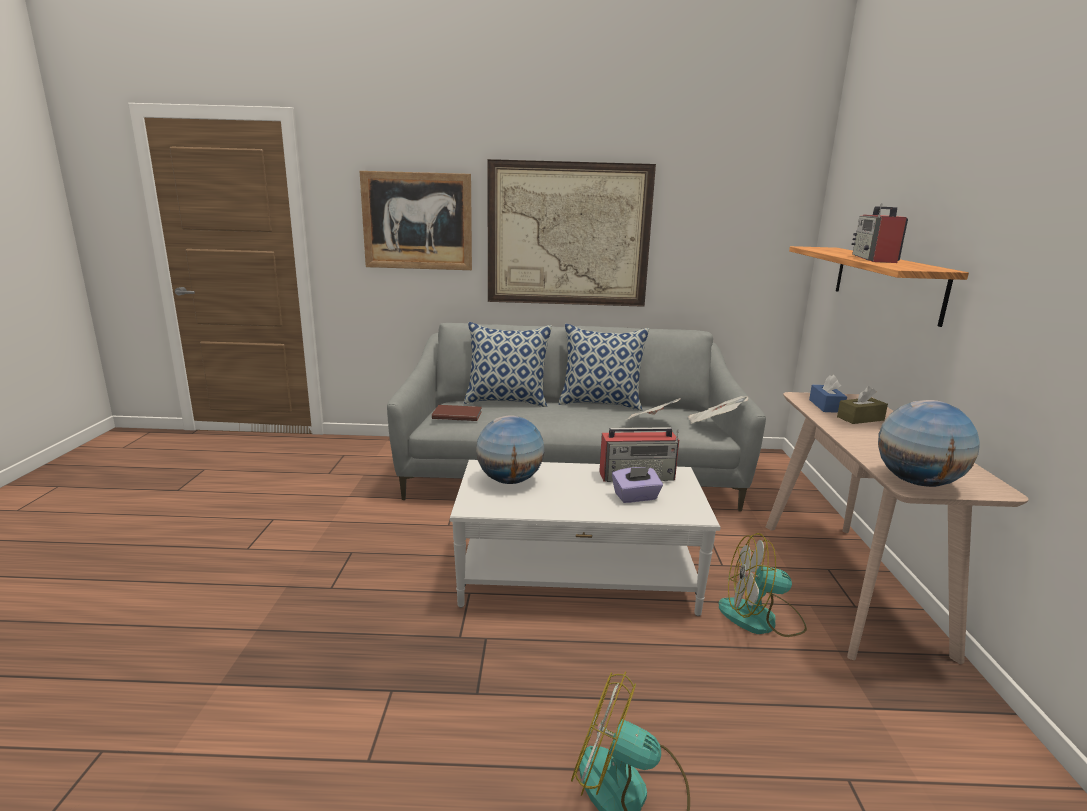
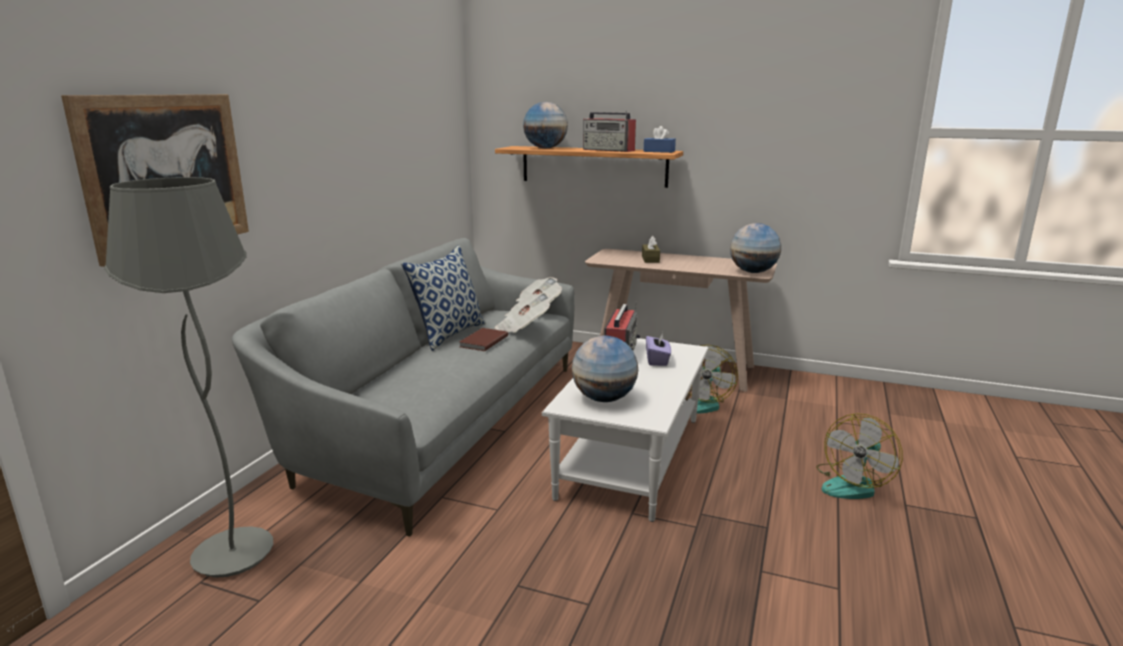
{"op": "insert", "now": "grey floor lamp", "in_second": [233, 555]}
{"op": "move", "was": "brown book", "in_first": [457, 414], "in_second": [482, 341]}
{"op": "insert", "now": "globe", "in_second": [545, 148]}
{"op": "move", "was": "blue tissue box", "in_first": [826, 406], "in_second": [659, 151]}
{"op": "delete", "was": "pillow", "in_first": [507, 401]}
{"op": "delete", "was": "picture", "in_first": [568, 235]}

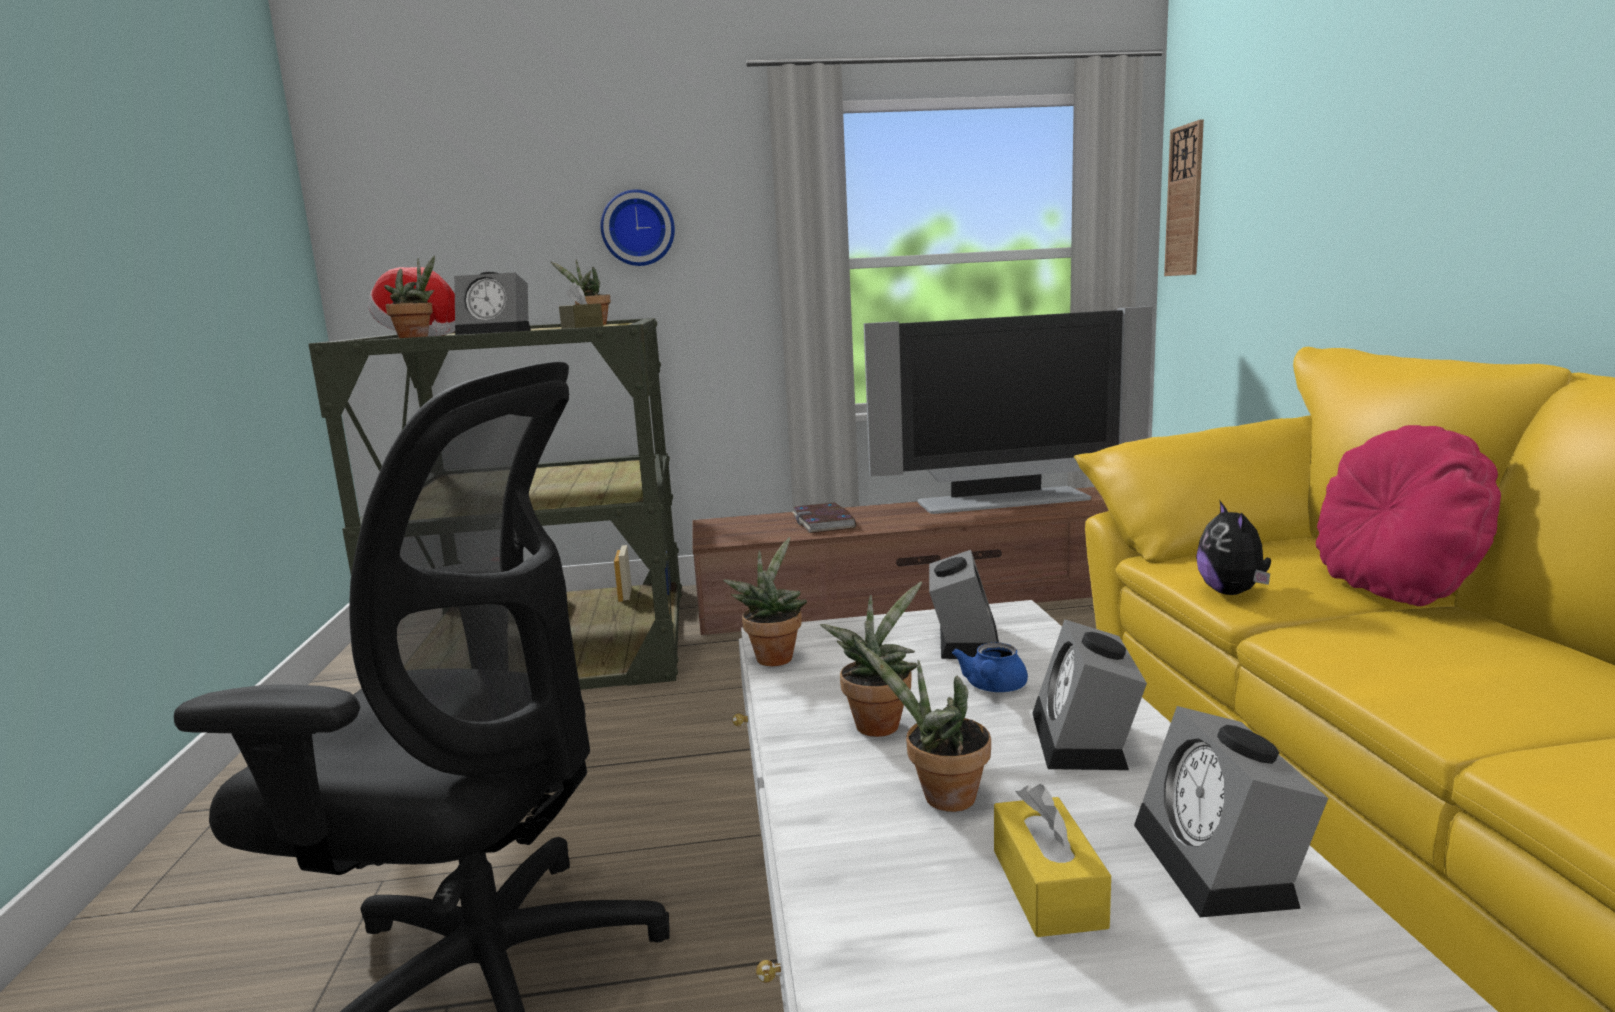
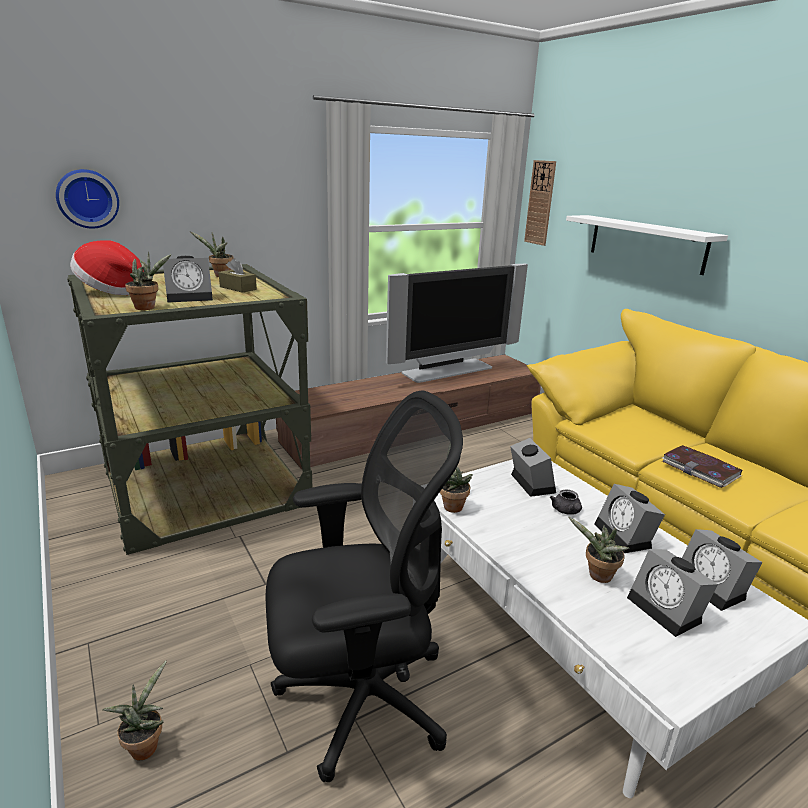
{"op": "move", "was": "wall clock", "in_first": [638, 228], "in_second": [87, 199]}
{"op": "move", "was": "potted plant", "in_first": [878, 722], "in_second": [145, 745]}
{"op": "recolor", "was": "blue teapot", "now": "grey teapot", "in_first": [993, 688], "in_second": [567, 511]}
{"op": "insert", "now": "white shelf", "in_second": [646, 243]}
{"op": "replace", "was": "yellow tissue box", "now": "alarm clock", "in_first": [1047, 888], "in_second": [667, 610]}
{"op": "move", "was": "book", "in_first": [823, 522], "in_second": [700, 469]}
{"op": "delete", "was": "plush toy", "in_first": [1232, 592]}
{"op": "delete", "was": "pink pillow", "in_first": [1394, 592]}

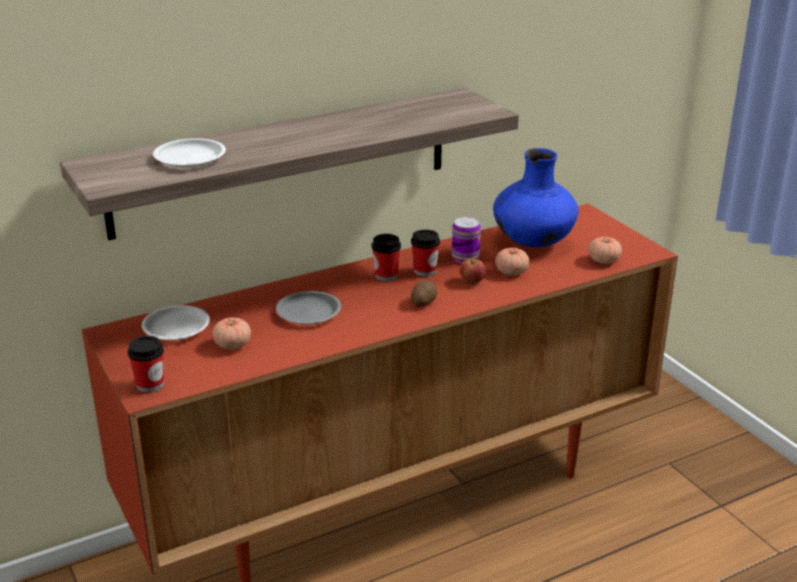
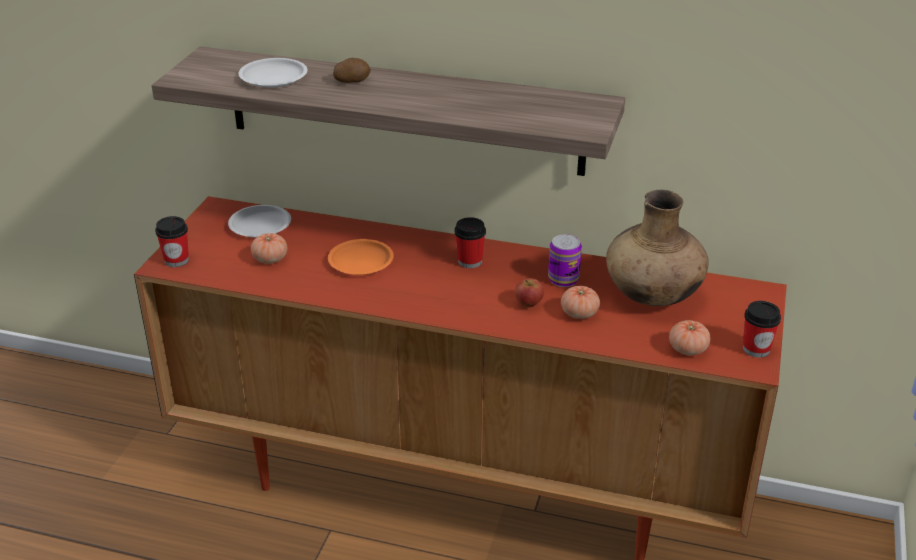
{"op": "recolor", "was": "grey plate", "now": "orange plate", "in_first": [309, 312], "in_second": [361, 262]}
{"op": "move", "was": "potato", "in_first": [423, 302], "in_second": [351, 80]}
{"op": "recolor", "was": "blue vase", "now": "brown vase", "in_first": [532, 242], "in_second": [652, 296]}
{"op": "move", "was": "cup", "in_first": [425, 271], "in_second": [756, 349]}

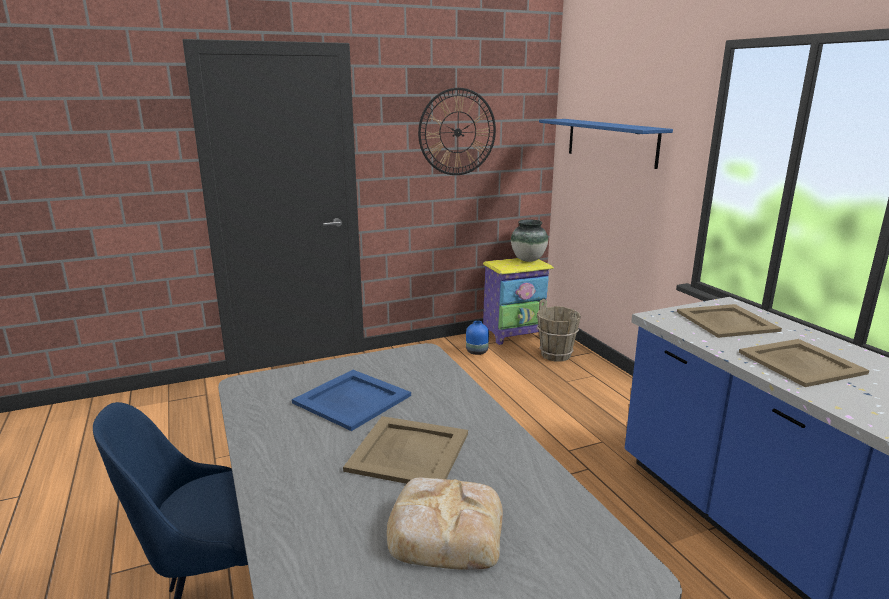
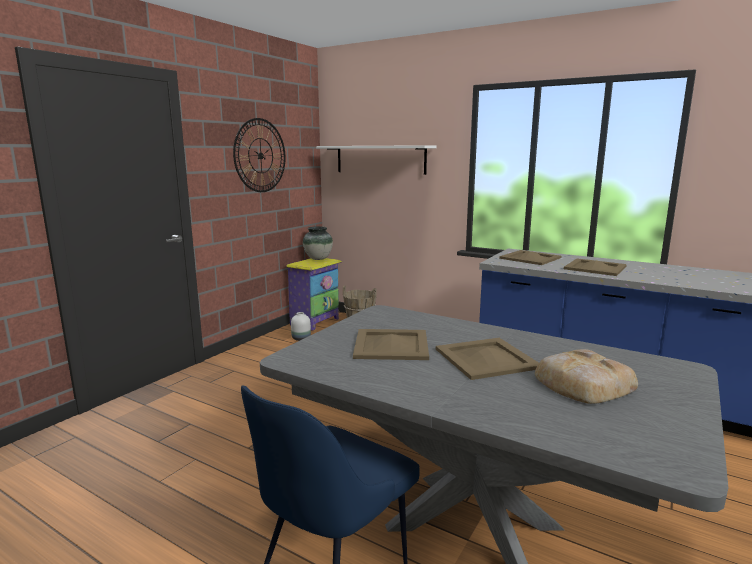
{"op": "recolor", "was": "blue vase", "now": "white vase", "in_first": [477, 351], "in_second": [301, 338]}
{"op": "recolor", "was": "blue shelf", "now": "white shelf", "in_first": [611, 142], "in_second": [380, 159]}
{"op": "recolor", "was": "blue tray", "now": "beige tray", "in_first": [353, 399], "in_second": [392, 344]}

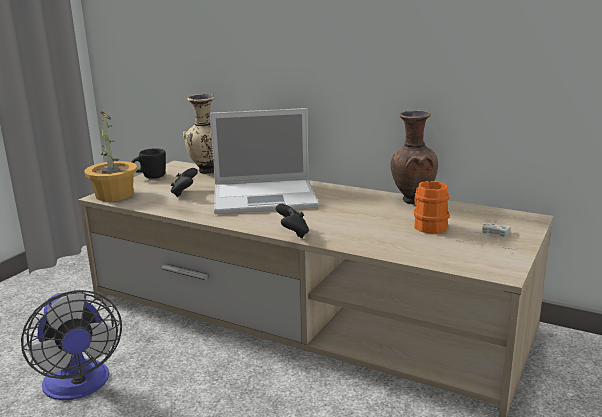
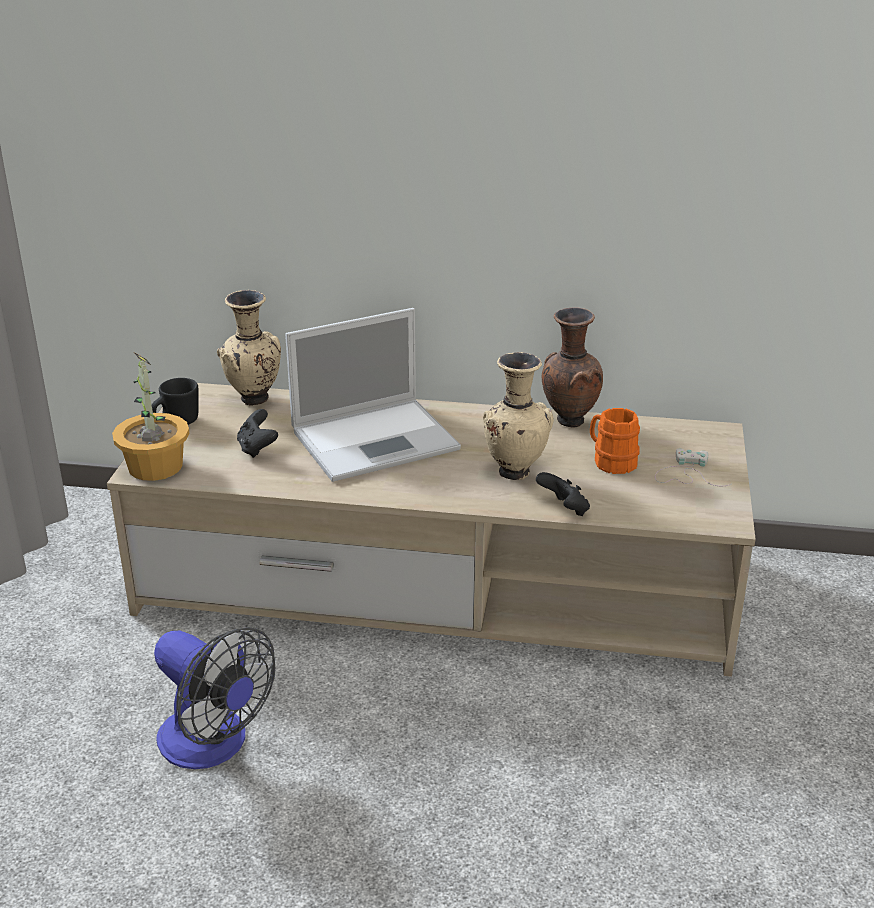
{"op": "insert", "now": "beige vase", "in_second": [515, 472]}
{"op": "move", "was": "black game controller", "in_first": [293, 233], "in_second": [564, 510]}

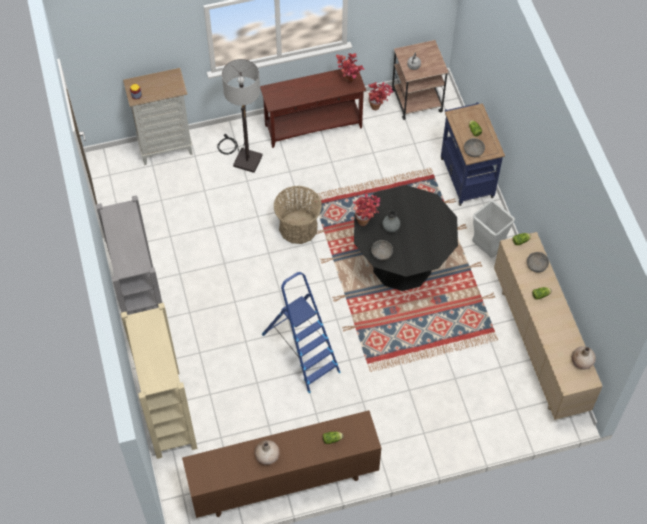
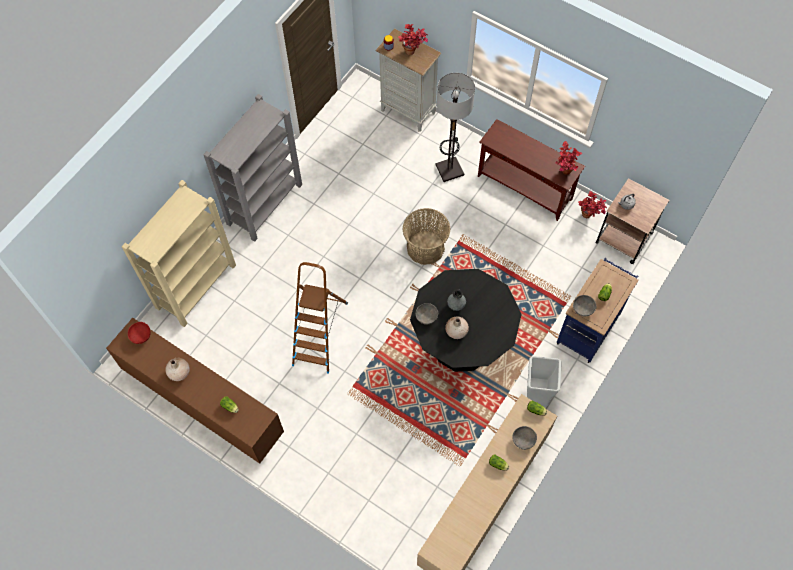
{"op": "insert", "now": "red bowl", "in_second": [141, 336]}
{"op": "recolor", "was": "blue step ladder", "now": "brown step ladder", "in_first": [301, 353], "in_second": [320, 334]}
{"op": "move", "was": "potted plant", "in_first": [366, 221], "in_second": [413, 53]}
{"op": "move", "was": "beige vase", "in_first": [581, 362], "in_second": [456, 331]}

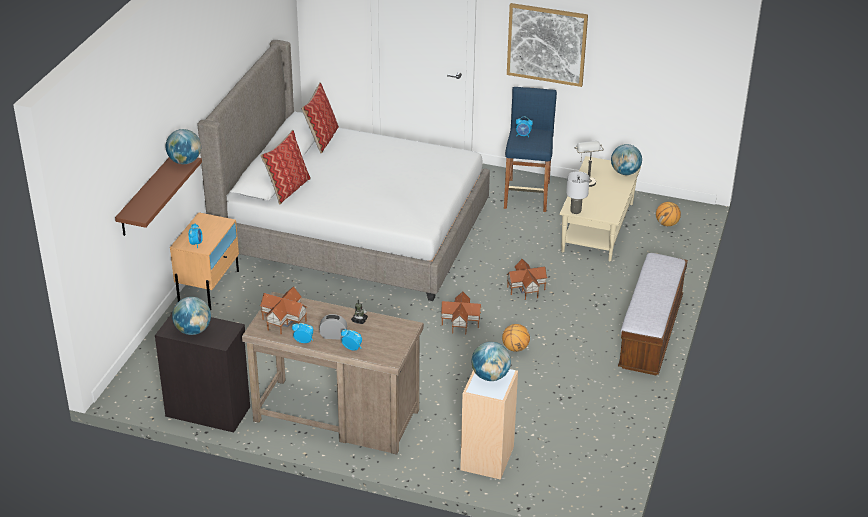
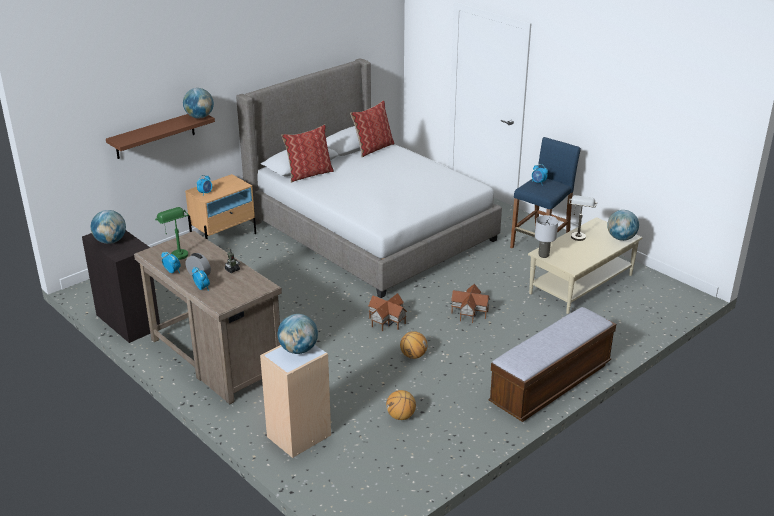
{"op": "replace", "was": "toy house", "now": "green table lamp", "in_first": [284, 321], "in_second": [176, 253]}
{"op": "move", "was": "basketball", "in_first": [667, 224], "in_second": [401, 416]}
{"op": "delete", "was": "picture", "in_first": [546, 44]}

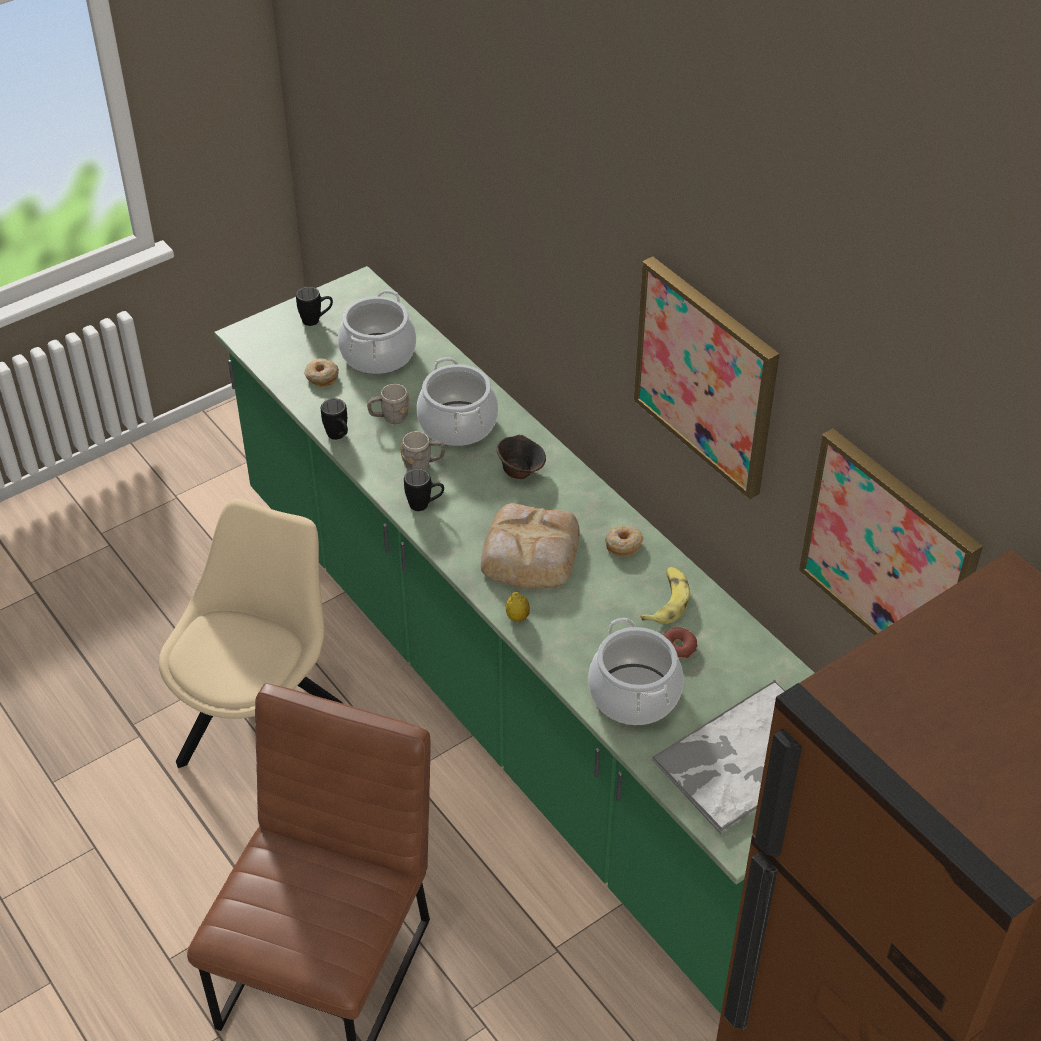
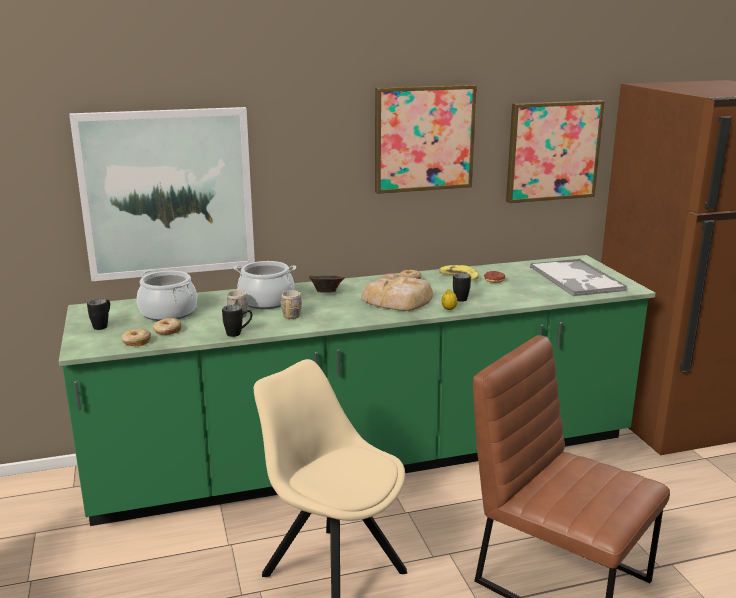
{"op": "insert", "now": "picture", "in_second": [167, 193]}
{"op": "insert", "now": "donut", "in_second": [136, 342]}
{"op": "move", "was": "black mug", "in_first": [425, 505], "in_second": [462, 298]}
{"op": "delete", "was": "cooking pot", "in_first": [634, 695]}

